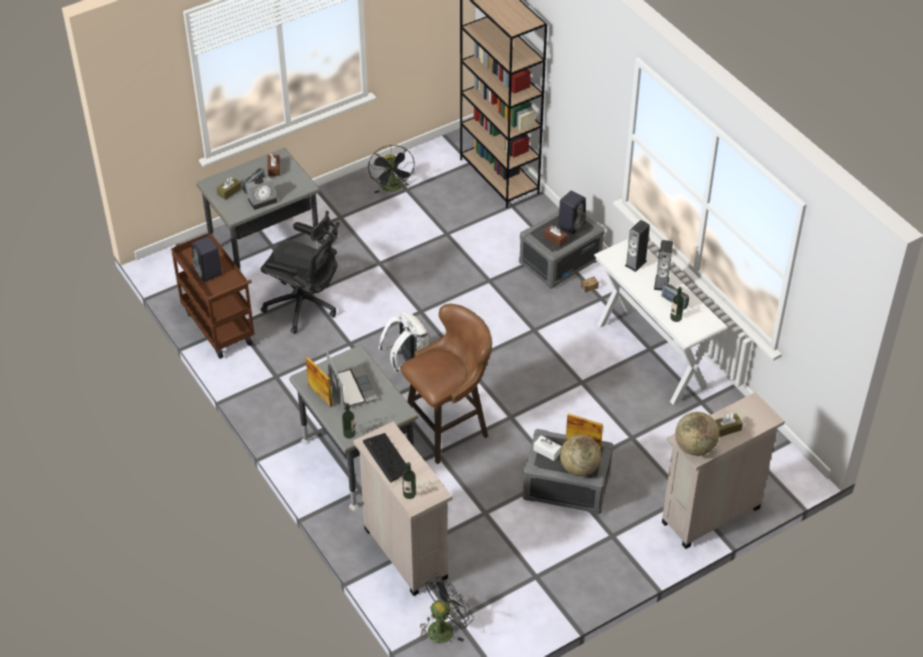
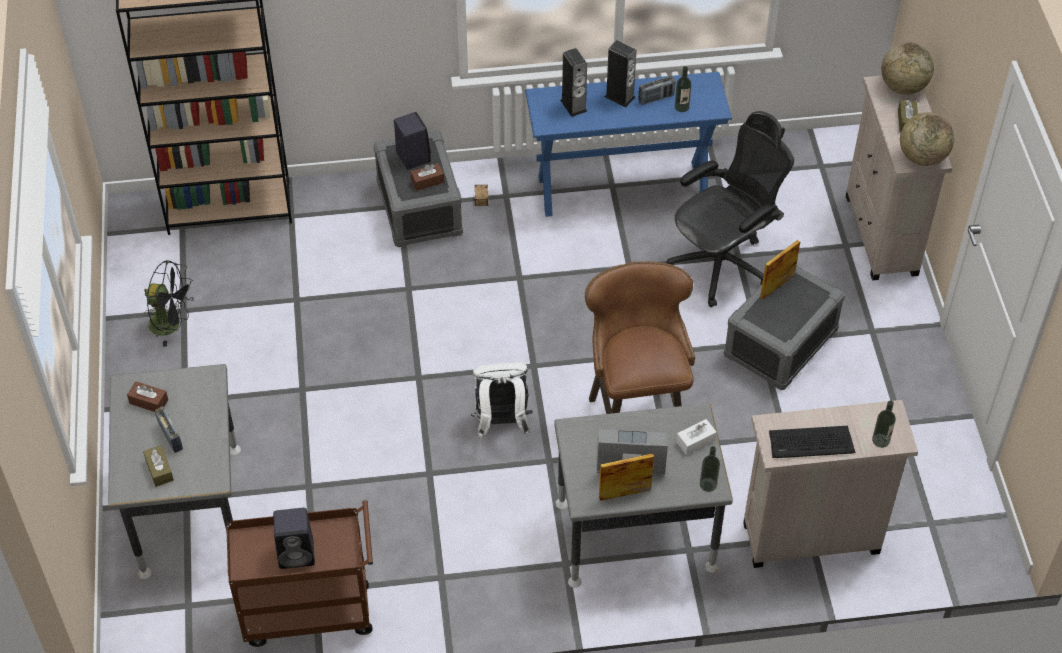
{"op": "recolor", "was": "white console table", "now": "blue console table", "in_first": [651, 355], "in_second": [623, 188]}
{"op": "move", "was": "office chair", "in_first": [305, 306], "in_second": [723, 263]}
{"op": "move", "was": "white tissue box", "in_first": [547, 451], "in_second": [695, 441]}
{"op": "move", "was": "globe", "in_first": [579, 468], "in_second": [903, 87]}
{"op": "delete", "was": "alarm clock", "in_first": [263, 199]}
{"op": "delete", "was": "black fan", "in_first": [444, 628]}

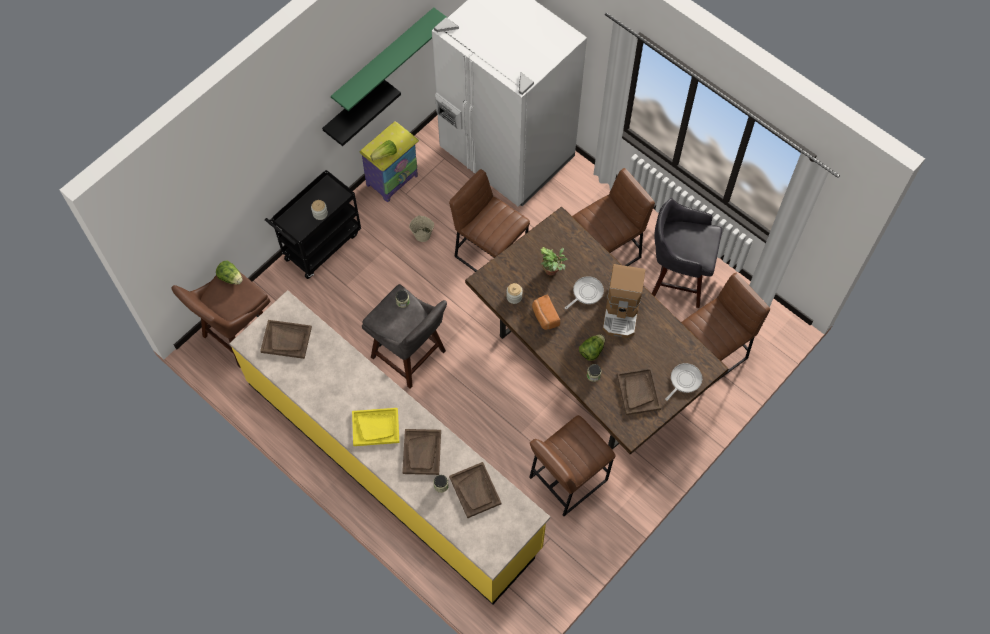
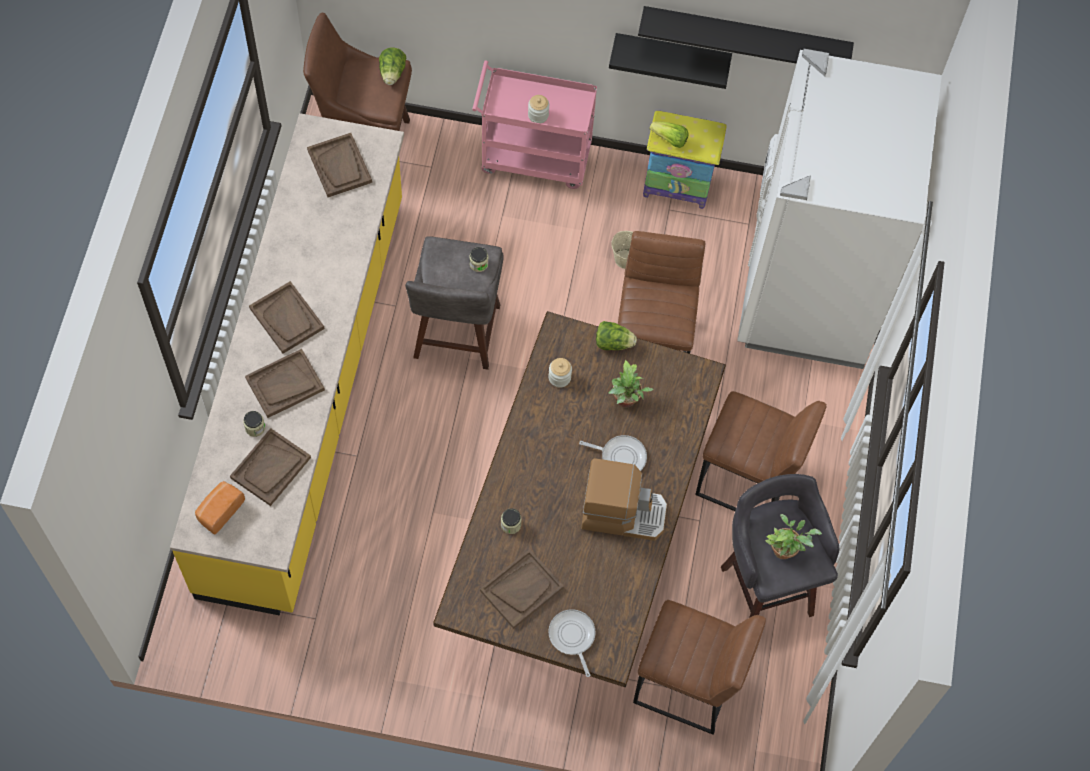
{"op": "move", "was": "bread", "in_first": [544, 316], "in_second": [219, 510]}
{"op": "recolor", "was": "yellow tray", "now": "brown tray", "in_first": [376, 427], "in_second": [287, 318]}
{"op": "recolor", "was": "black cart", "now": "pink cart", "in_first": [321, 248], "in_second": [532, 162]}
{"op": "rotate", "was": "frying pan", "in_first": [684, 381], "in_second": [572, 637], "clockwise": -120}
{"op": "rotate", "was": "coffee machine", "in_first": [622, 311], "in_second": [623, 512], "clockwise": -150}
{"op": "move", "was": "lettuce", "in_first": [591, 351], "in_second": [613, 343]}
{"op": "recolor", "was": "green shelf", "now": "black shelf", "in_first": [384, 59], "in_second": [745, 36]}
{"op": "insert", "now": "potted plant", "in_second": [785, 549]}
{"op": "delete", "was": "brown chair", "in_first": [567, 479]}

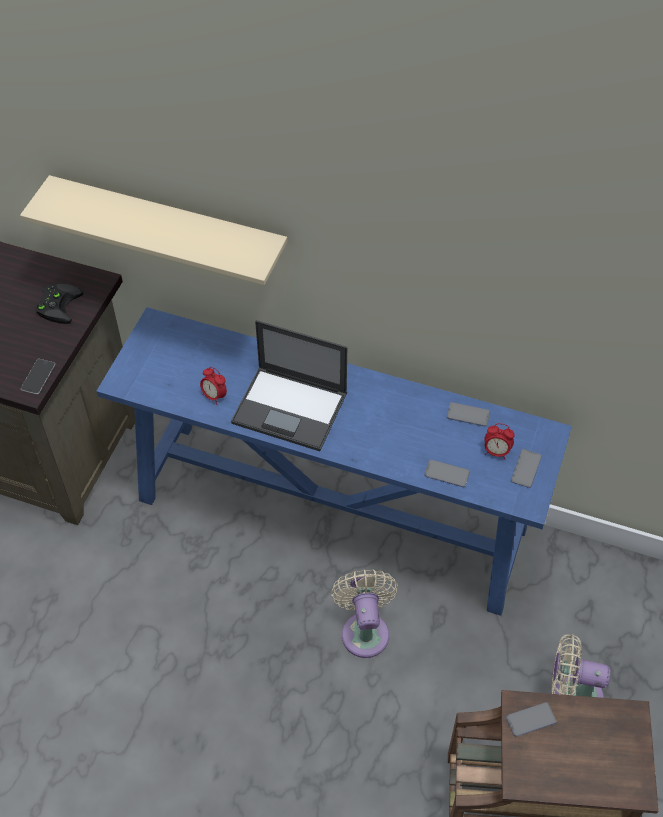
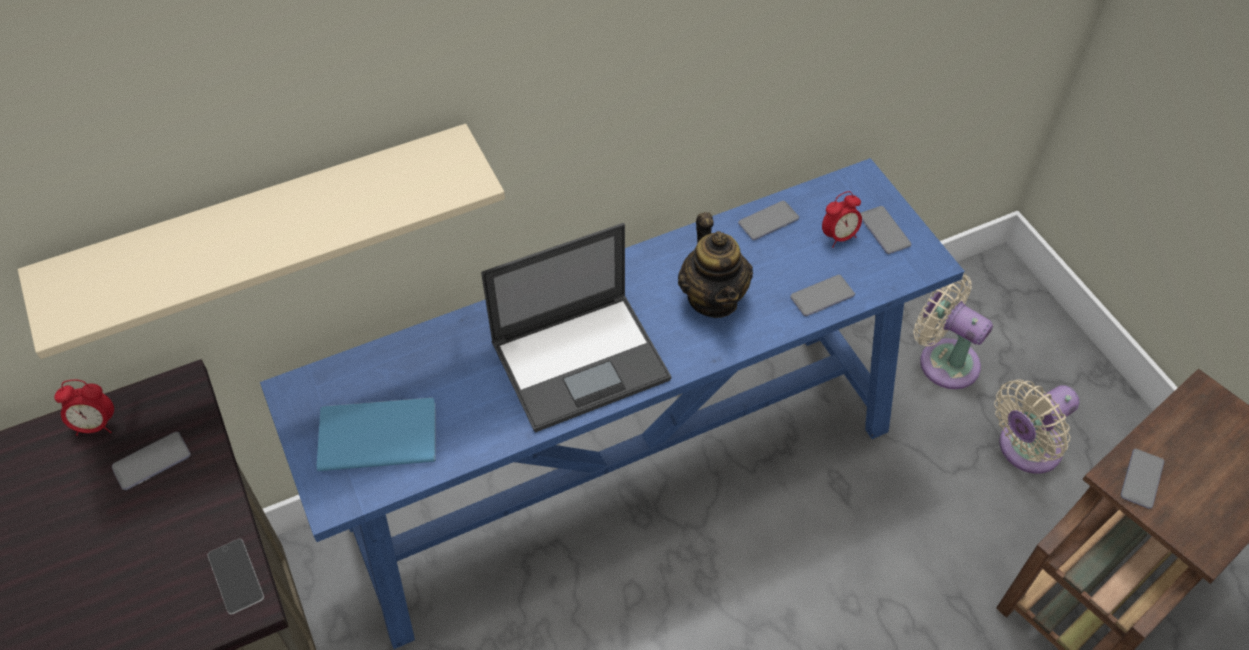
{"op": "move", "was": "alarm clock", "in_first": [214, 396], "in_second": [96, 425]}
{"op": "replace", "was": "black game controller", "now": "phone", "in_first": [58, 304], "in_second": [152, 461]}
{"op": "insert", "now": "blue book", "in_second": [374, 433]}
{"op": "insert", "now": "teapot", "in_second": [713, 298]}
{"op": "move", "was": "beige fan", "in_first": [364, 630], "in_second": [943, 360]}

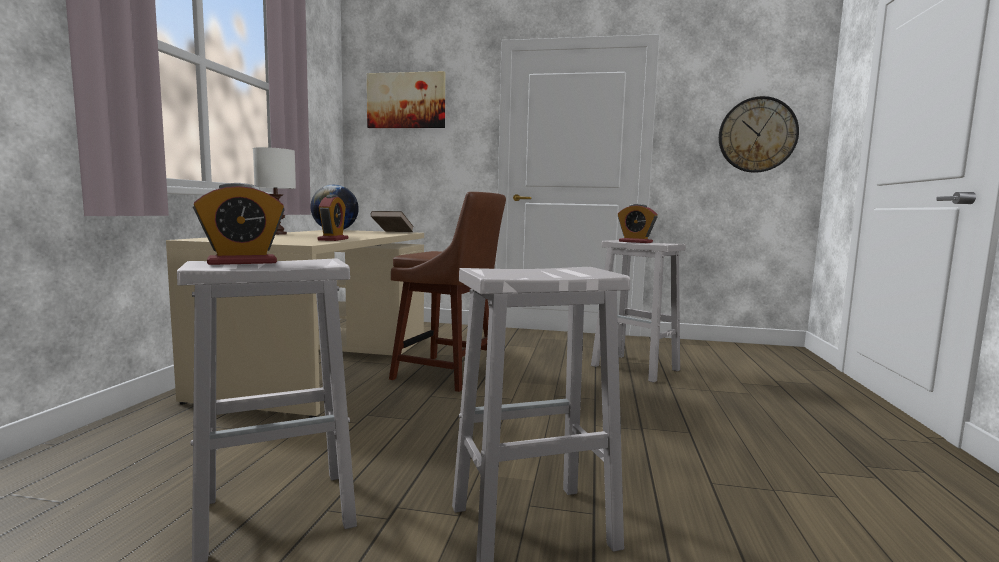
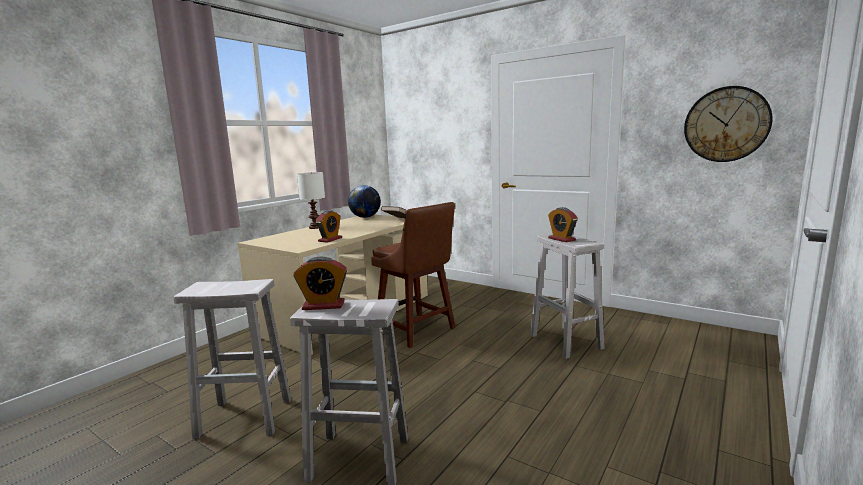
{"op": "move", "was": "alarm clock", "in_first": [242, 262], "in_second": [323, 305]}
{"op": "delete", "was": "picture", "in_first": [406, 101]}

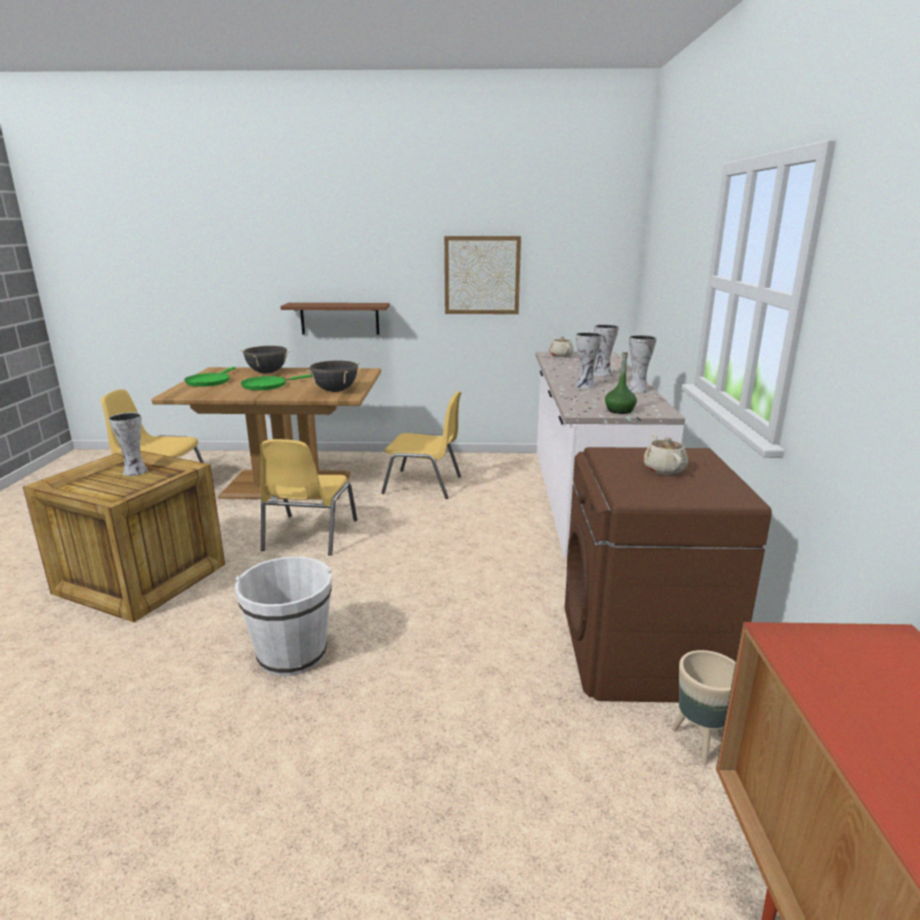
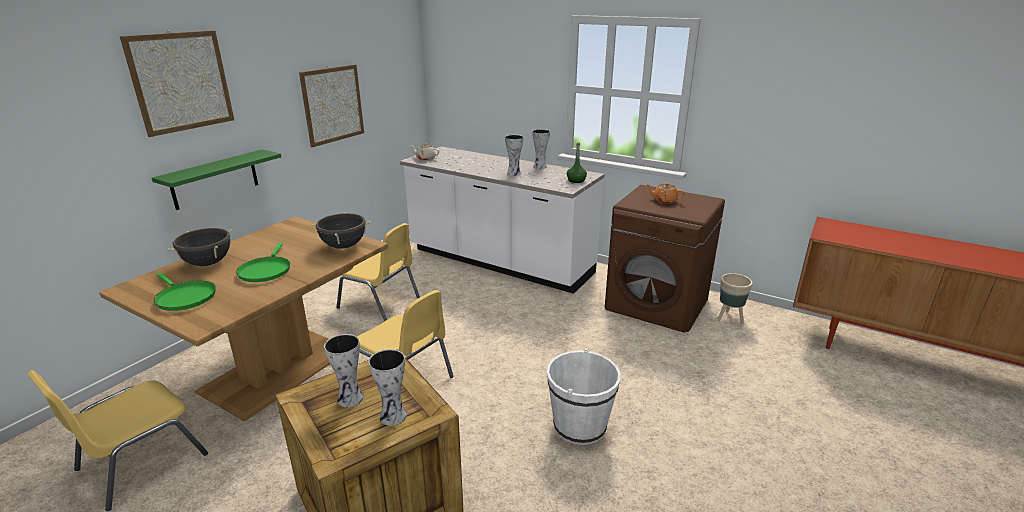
{"op": "insert", "now": "picture", "in_second": [181, 80]}
{"op": "recolor", "was": "brown shelf", "now": "green shelf", "in_first": [339, 318], "in_second": [215, 179]}
{"op": "rotate", "was": "yellow chair", "in_first": [424, 485], "in_second": [380, 303], "clockwise": 75}
{"op": "move", "was": "vase", "in_first": [602, 374], "in_second": [394, 416]}
{"op": "recolor", "was": "beige teapot", "now": "orange teapot", "in_first": [663, 469], "in_second": [664, 200]}

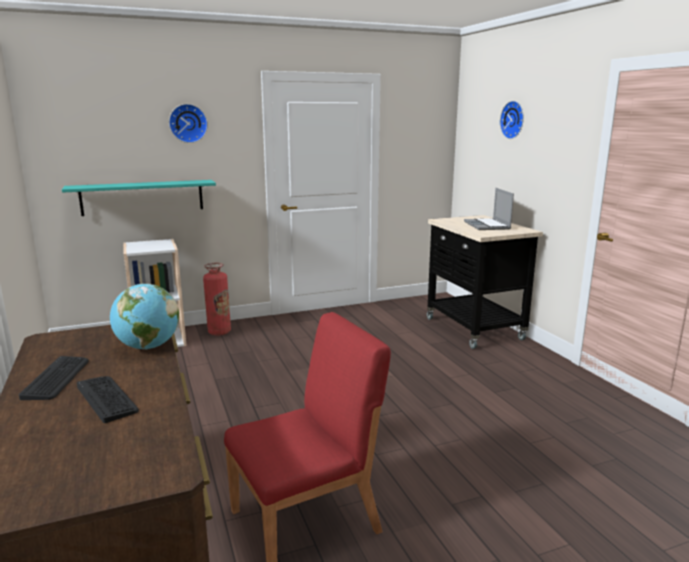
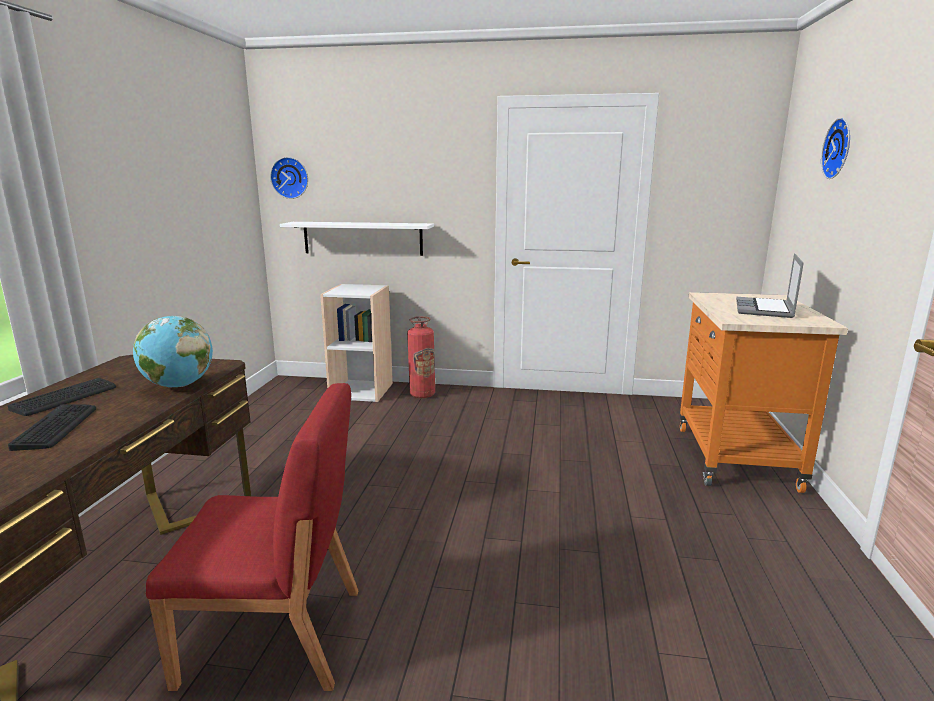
{"op": "move", "was": "wall clock", "in_first": [188, 123], "in_second": [290, 178]}
{"op": "recolor", "was": "turquoise shelf", "now": "white shelf", "in_first": [142, 197], "in_second": [362, 238]}
{"op": "recolor", "was": "black cart", "now": "orange cart", "in_first": [474, 329], "in_second": [736, 459]}

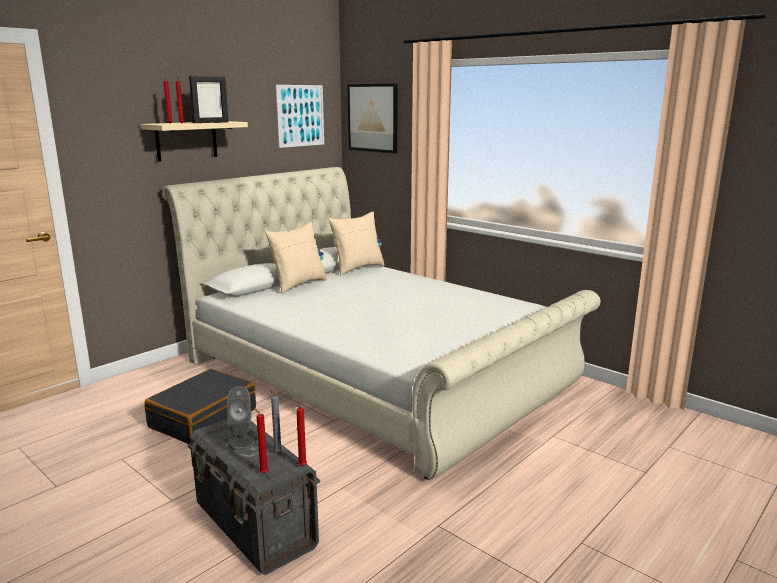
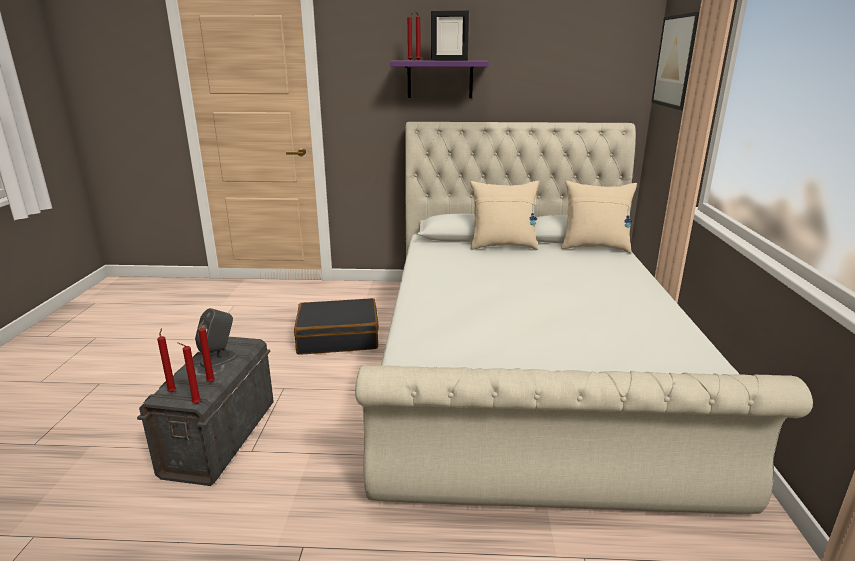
{"op": "recolor", "was": "grey candle", "now": "red candle", "in_first": [277, 452], "in_second": [211, 381]}
{"op": "recolor", "was": "beige shelf", "now": "purple shelf", "in_first": [186, 140], "in_second": [440, 79]}
{"op": "delete", "was": "picture", "in_first": [300, 115]}

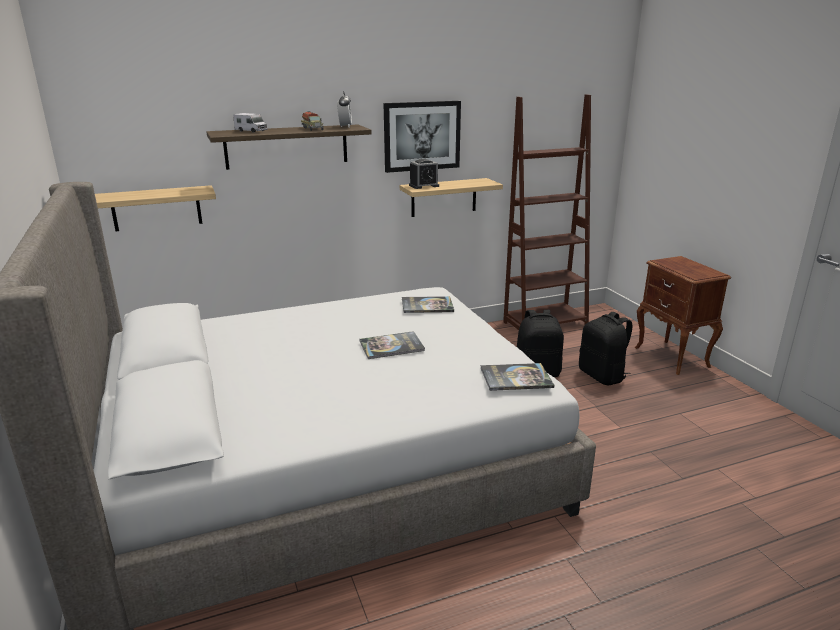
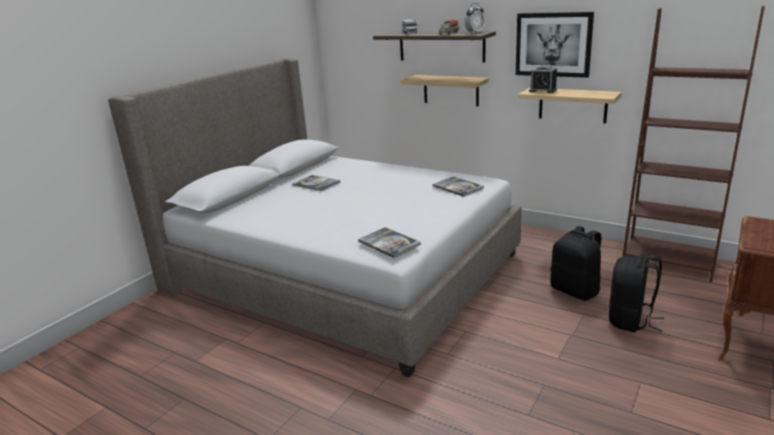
{"op": "move", "was": "book", "in_first": [391, 346], "in_second": [316, 184]}
{"op": "move", "was": "shelf", "in_first": [156, 208], "in_second": [451, 90]}

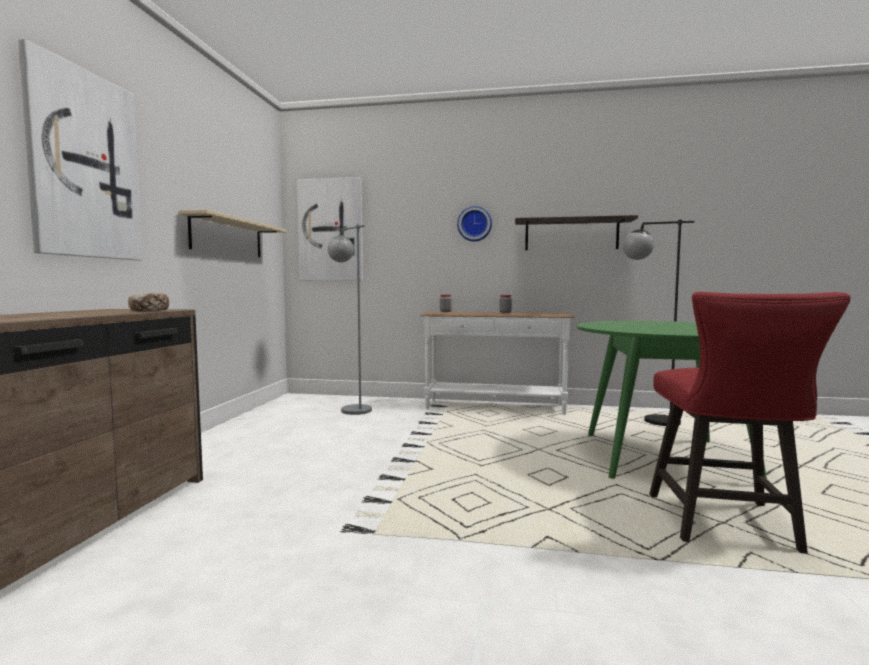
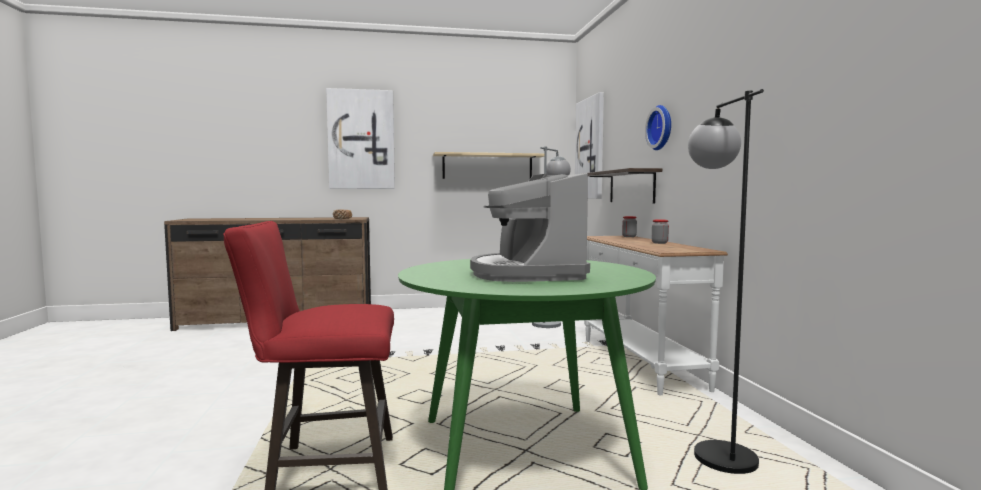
{"op": "insert", "now": "coffee machine", "in_second": [527, 273]}
{"op": "move", "was": "shelf", "in_first": [571, 235], "in_second": [631, 187]}

